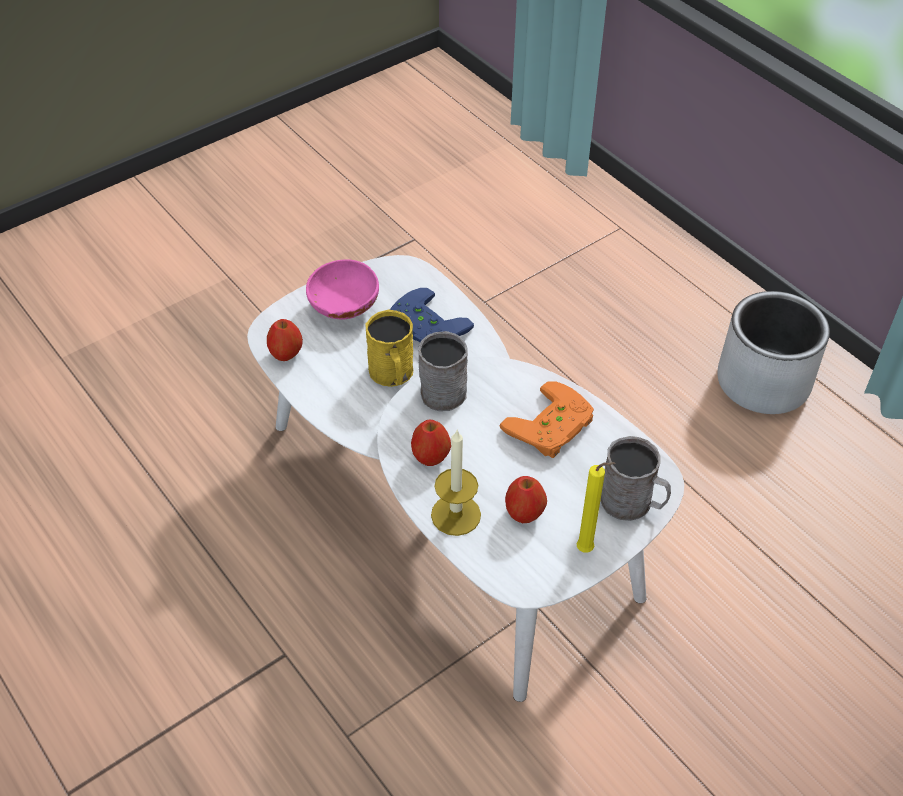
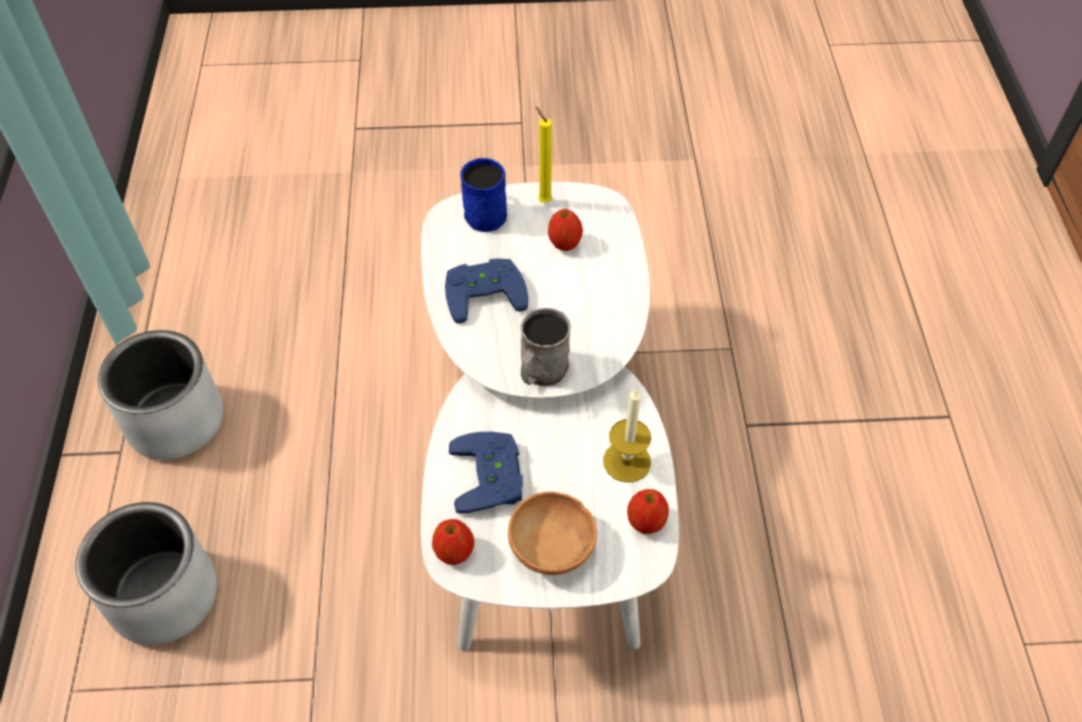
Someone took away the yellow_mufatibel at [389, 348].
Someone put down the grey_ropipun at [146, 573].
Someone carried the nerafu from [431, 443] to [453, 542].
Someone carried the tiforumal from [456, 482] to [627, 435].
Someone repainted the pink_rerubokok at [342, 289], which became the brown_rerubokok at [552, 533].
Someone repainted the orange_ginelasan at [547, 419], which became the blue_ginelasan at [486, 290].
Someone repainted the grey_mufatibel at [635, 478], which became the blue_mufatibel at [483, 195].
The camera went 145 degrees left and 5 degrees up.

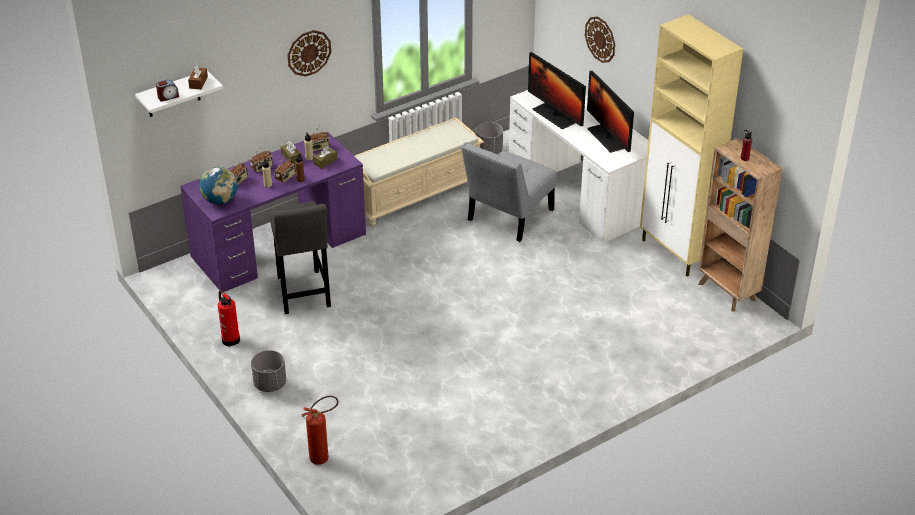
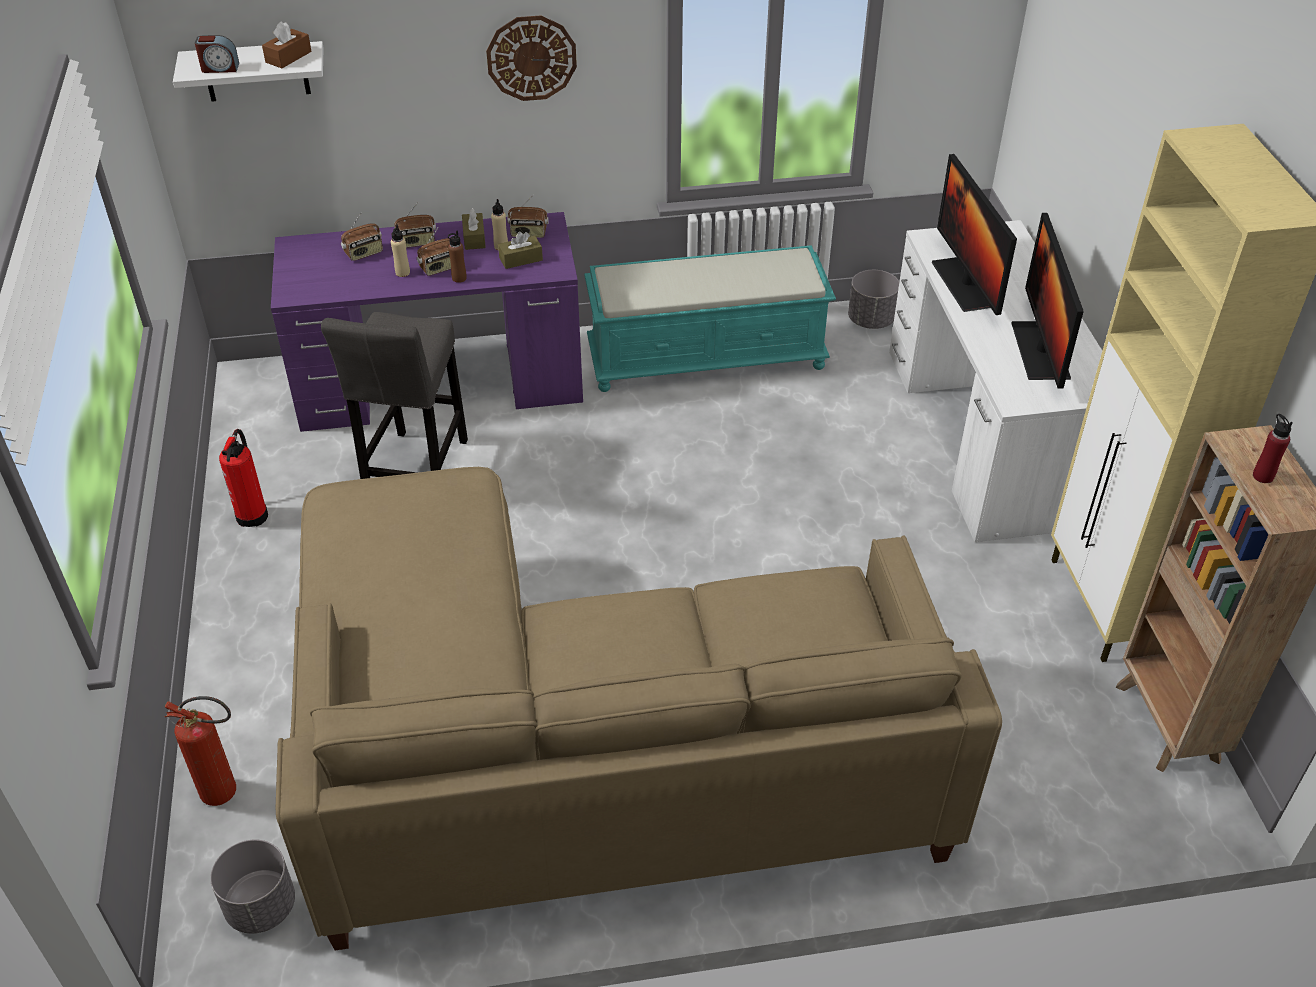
Someone took away the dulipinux at [218, 186].
Someone took away the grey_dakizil at [509, 192].
Someone took away the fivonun at [600, 39].
Someone put down the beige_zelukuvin at [639, 708].
Someone carried the grey_ropipun from [268, 371] to [252, 886].
Someone repainted the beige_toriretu at [419, 172], which became the turquoise_toriretu at [710, 318].
The camera went 25 degrees right and 5 degrees up.

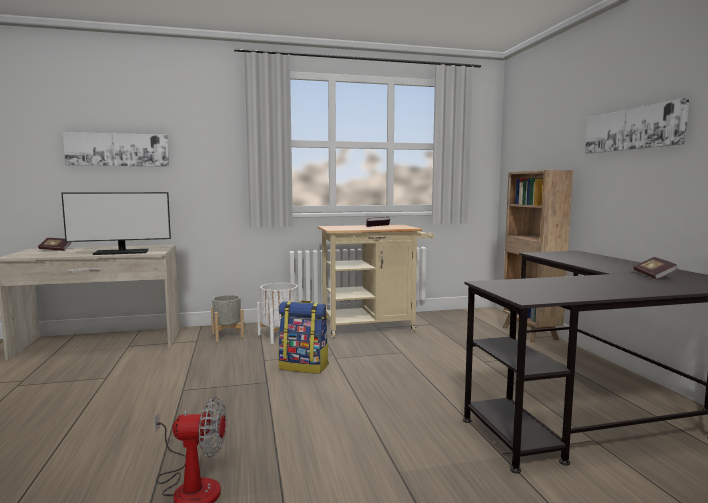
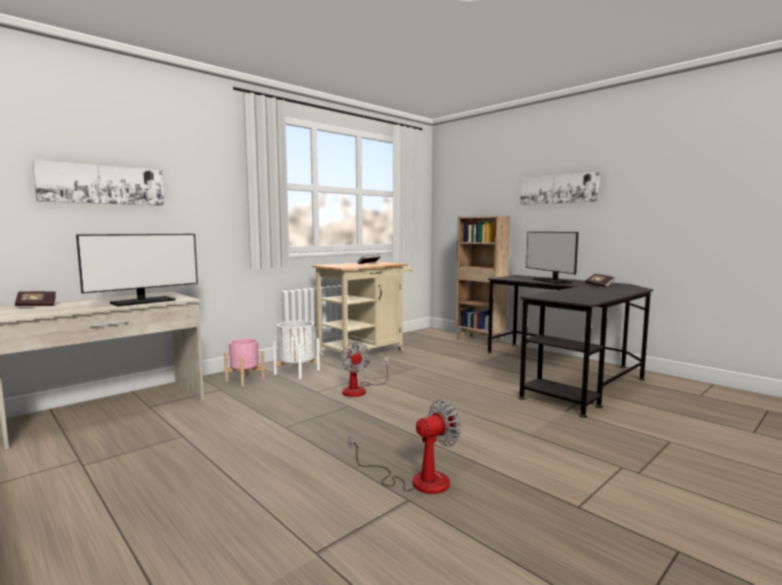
Someone put down the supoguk at [552, 258].
Someone swapped the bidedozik at [303, 336] for the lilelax at [364, 370].
Someone repainted the grey_ropipun at [227, 318], which became the pink_ropipun at [244, 362].
The camera went 30 degrees left and 0 degrees up.

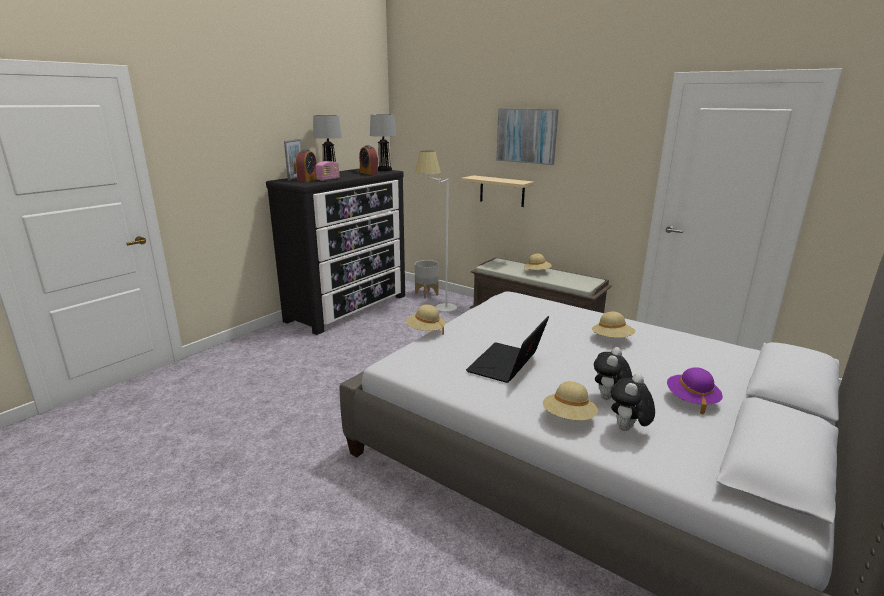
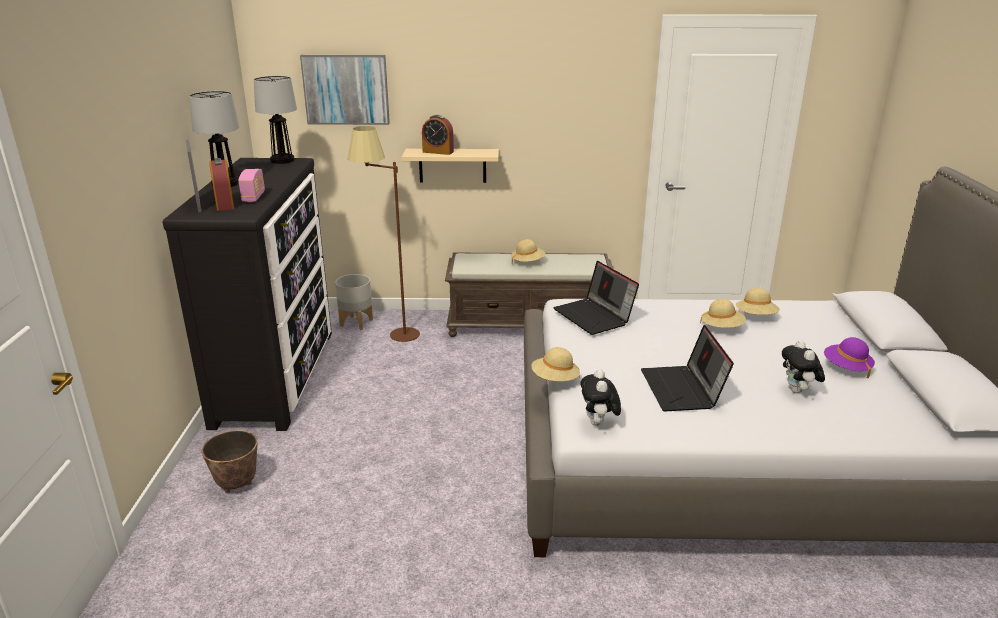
Someone put down the ropipun at [230, 461].
Someone put down the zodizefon at [596, 298].
Someone carried the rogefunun from [368, 160] to [438, 135].
Someone carried the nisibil from [527, 136] to [345, 90].
Someone carried the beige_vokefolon from [570, 401] to [758, 301].
Someone carried the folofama from [633, 402] to [600, 397].
Someone repainted the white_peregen at [436, 231], which became the brown_peregen at [383, 234].
The camera went 35 degrees left and 5 degrees up.

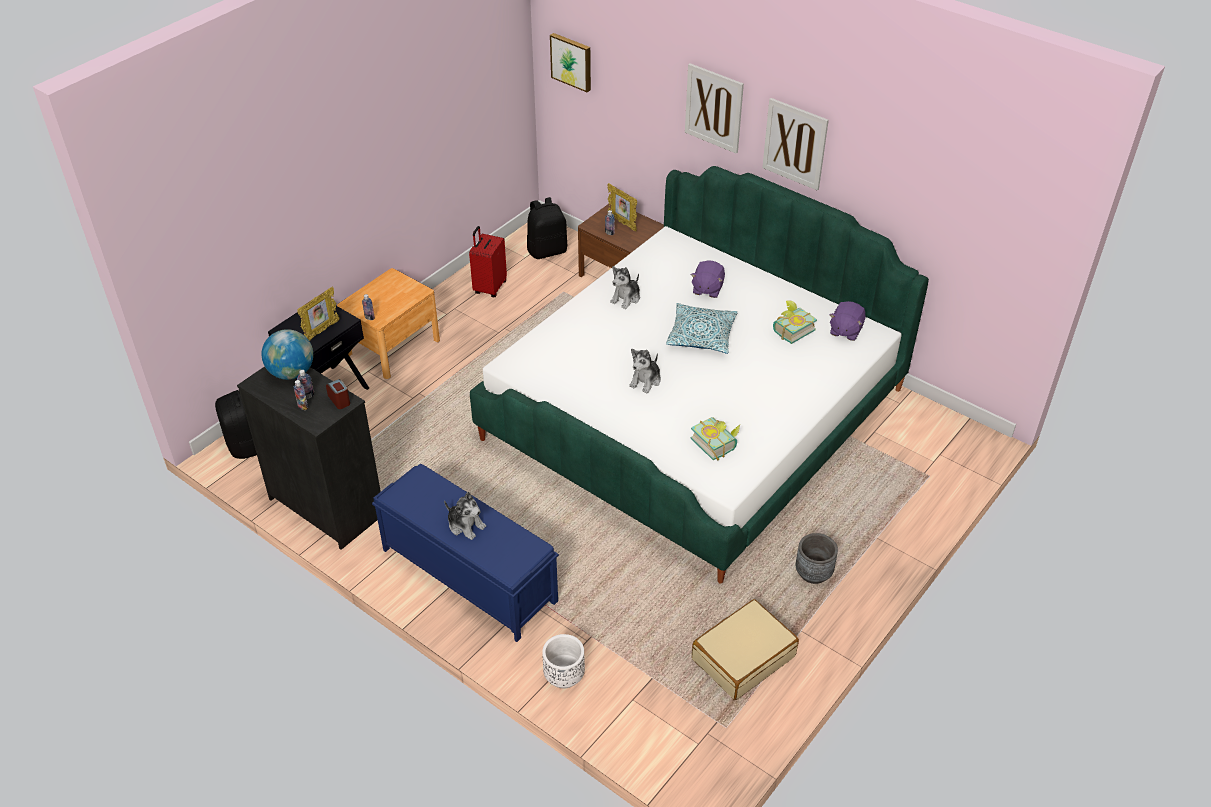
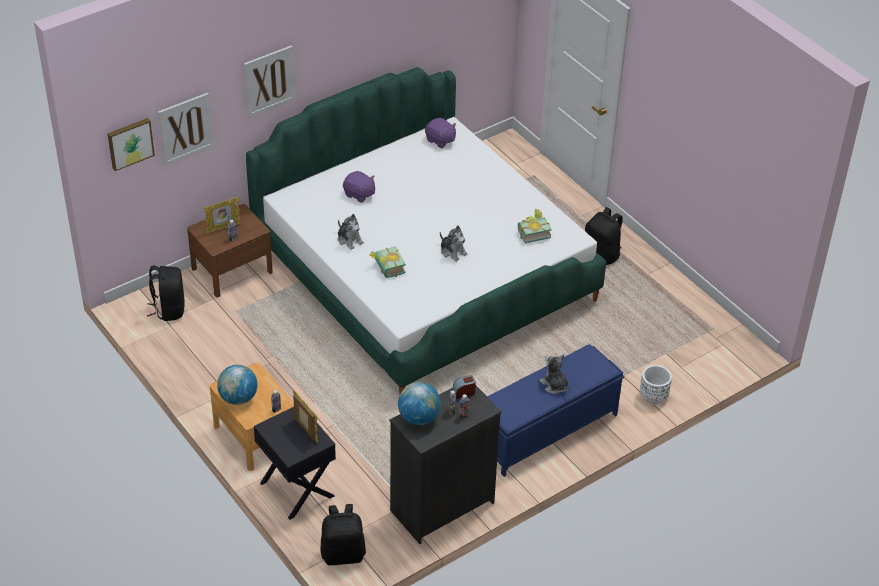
Someone took away the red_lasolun at [488, 261].
Someone took away the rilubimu at [701, 328].
Someone took away the beige_lasolun at [745, 649].
Someone put down the dulipinux at [237, 385].
Someone carried the nisibil from [795, 144] to [186, 129].
Someone carried the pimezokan from [795, 322] to [388, 262].
Someone swapped the grey_ropipun at [817, 558] for the black_bidedozik at [604, 236].
Someone rotated the folofama at [465, 516] by 90 degrees counterclockwise.
The camera went 75 degrees left and 0 degrees up.

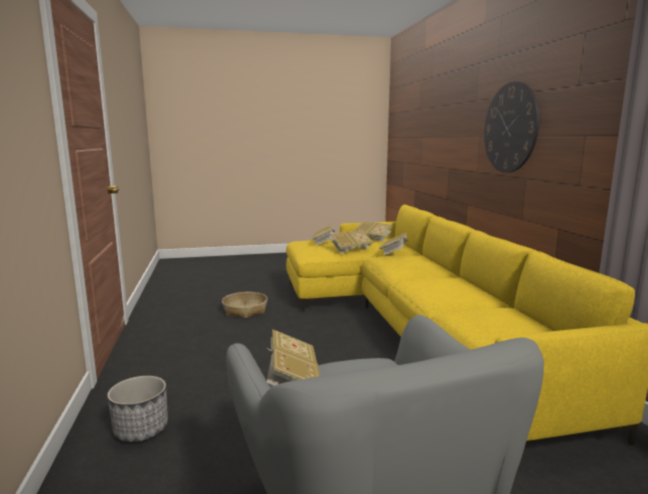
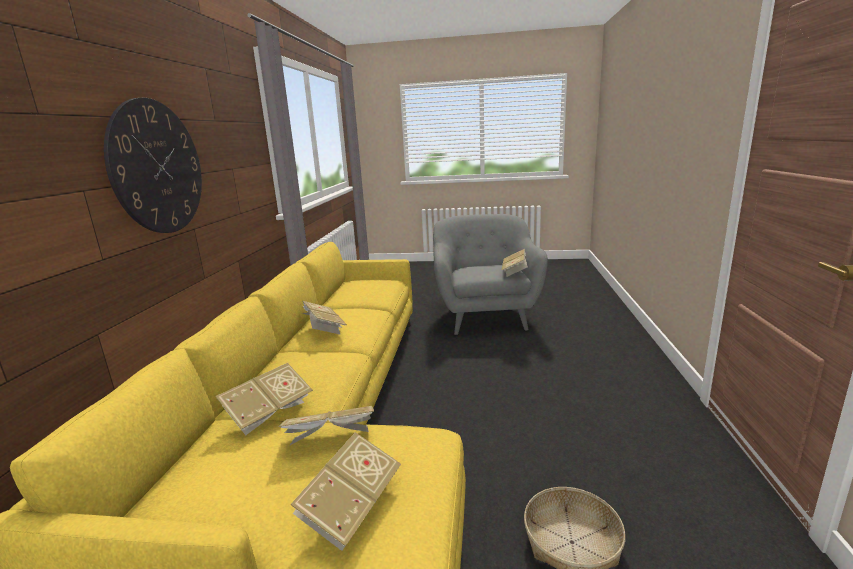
Someone took away the ropipun at [137, 409].
Someone carried the pimezokan from [373, 231] to [324, 318].
The camera went 160 degrees left and 5 degrees up.

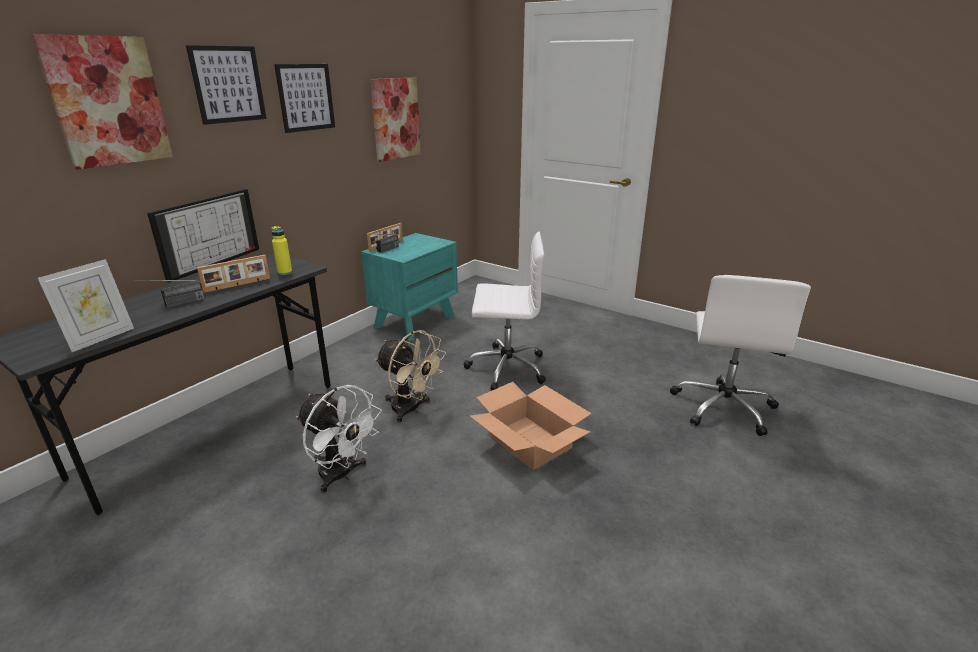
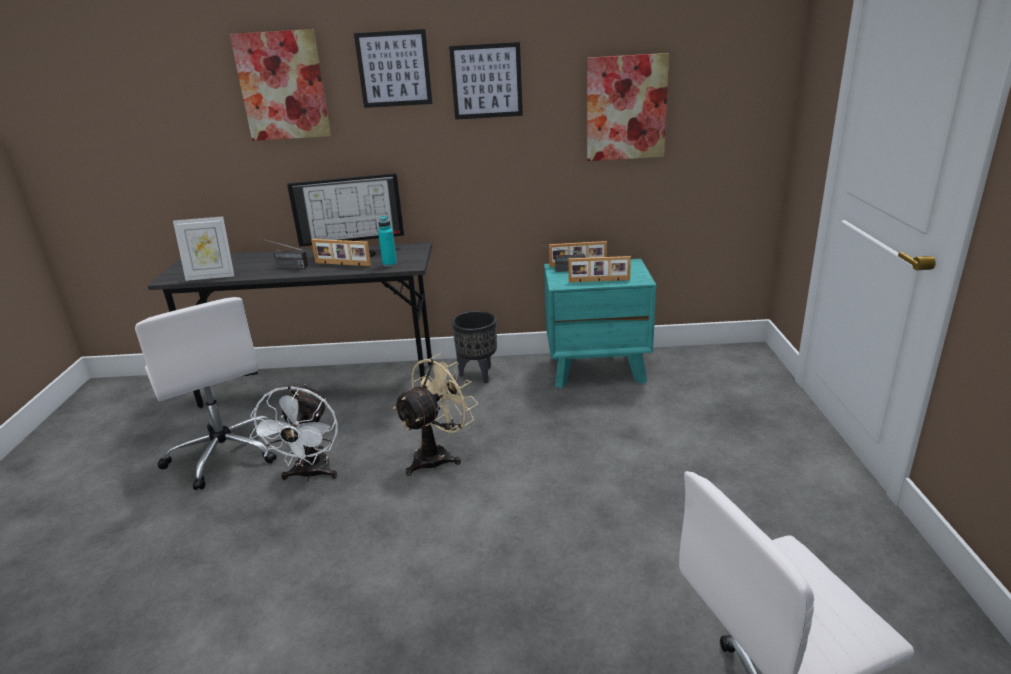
Someone took away the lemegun at [531, 426].
Someone put down the black_ropipun at [474, 347].
Someone put down the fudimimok at [599, 269].
Someone carried the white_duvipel from [505, 311] to [206, 393].
Someone repainted the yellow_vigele at [281, 250], which became the turquoise_vigele at [387, 241].
Someone rotated the beige_lilelax at [410, 376] by 135 degrees counterclockwise.
The camera went 55 degrees right and 0 degrees up.

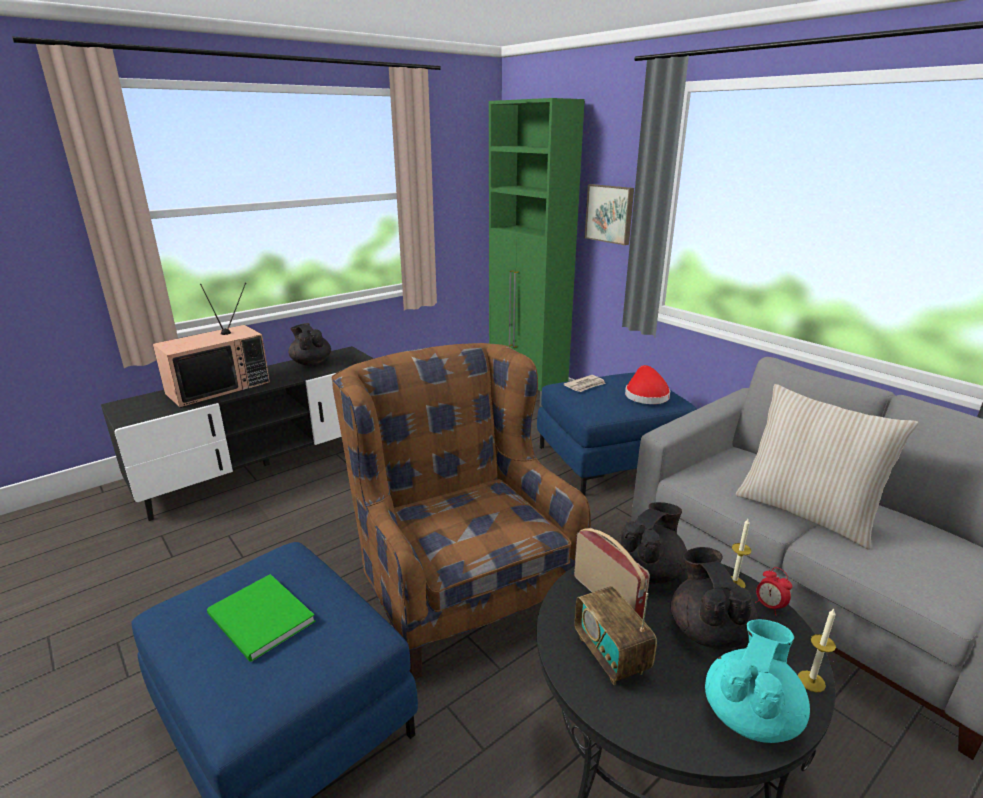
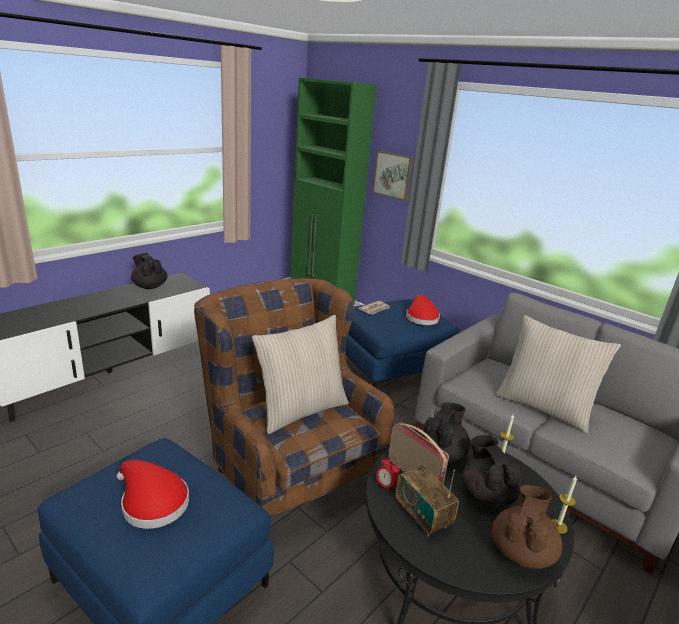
Someone took away the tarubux at [211, 345].
Someone put down the beige_rilubimu at [300, 374].
Someone carried the rogefunun from [773, 591] to [388, 475].
Someone swapped the green_pimezokan at [261, 618] for the red_vokefolon at [152, 494].
Someone repainted the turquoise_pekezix at [757, 681], which became the brown_pekezix at [527, 527].
The camera went 10 degrees left and 0 degrees up.

